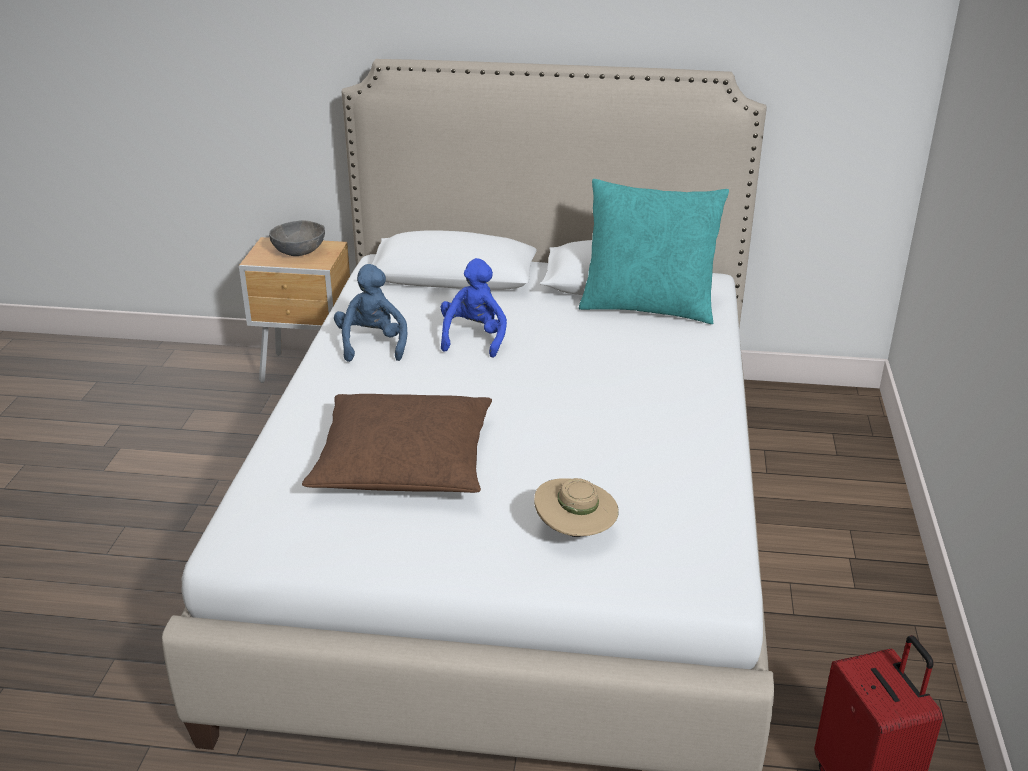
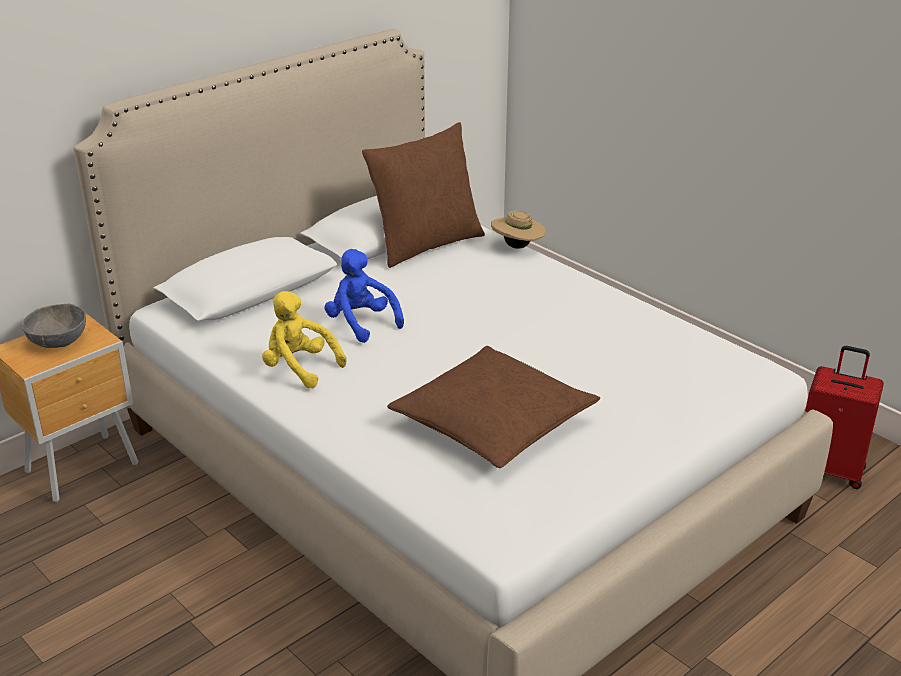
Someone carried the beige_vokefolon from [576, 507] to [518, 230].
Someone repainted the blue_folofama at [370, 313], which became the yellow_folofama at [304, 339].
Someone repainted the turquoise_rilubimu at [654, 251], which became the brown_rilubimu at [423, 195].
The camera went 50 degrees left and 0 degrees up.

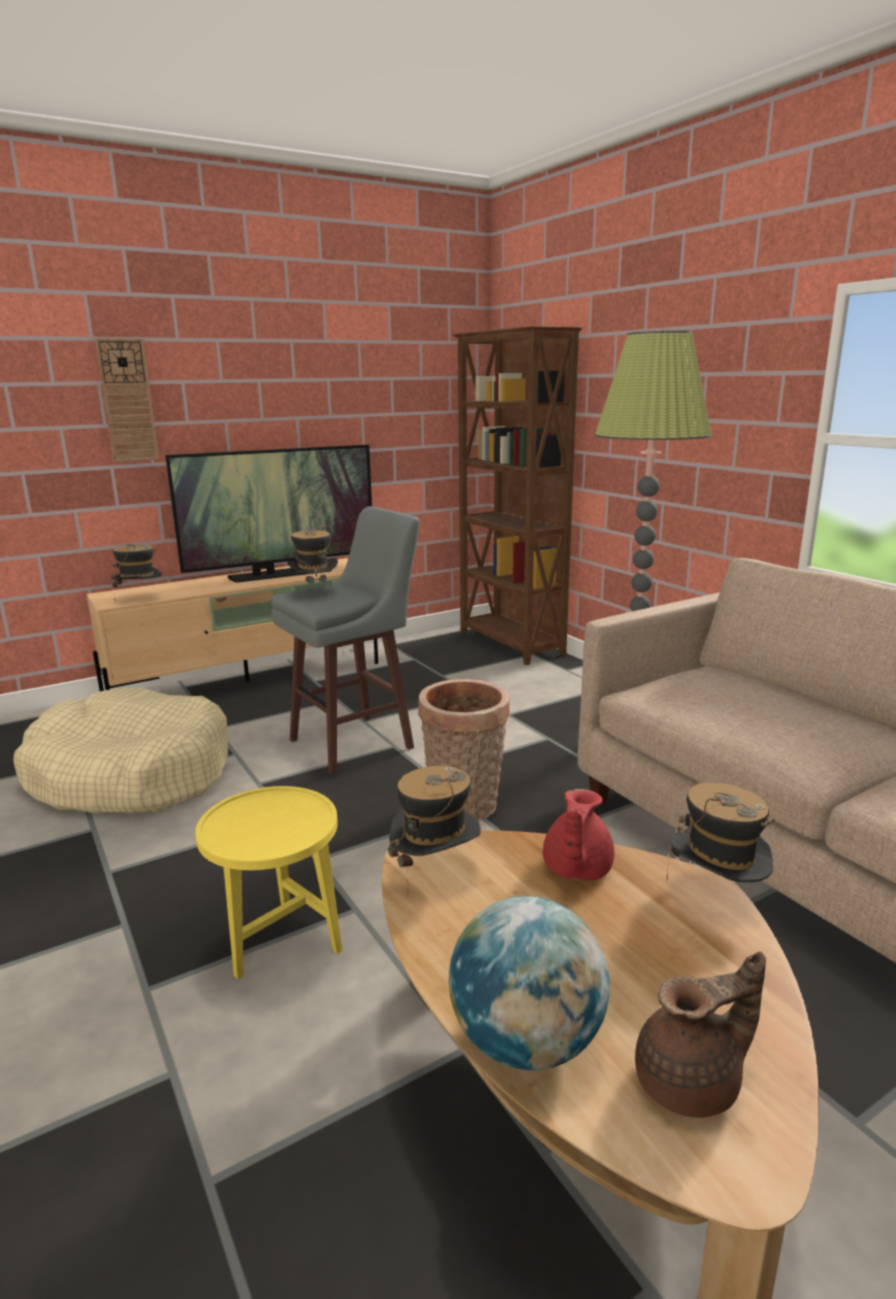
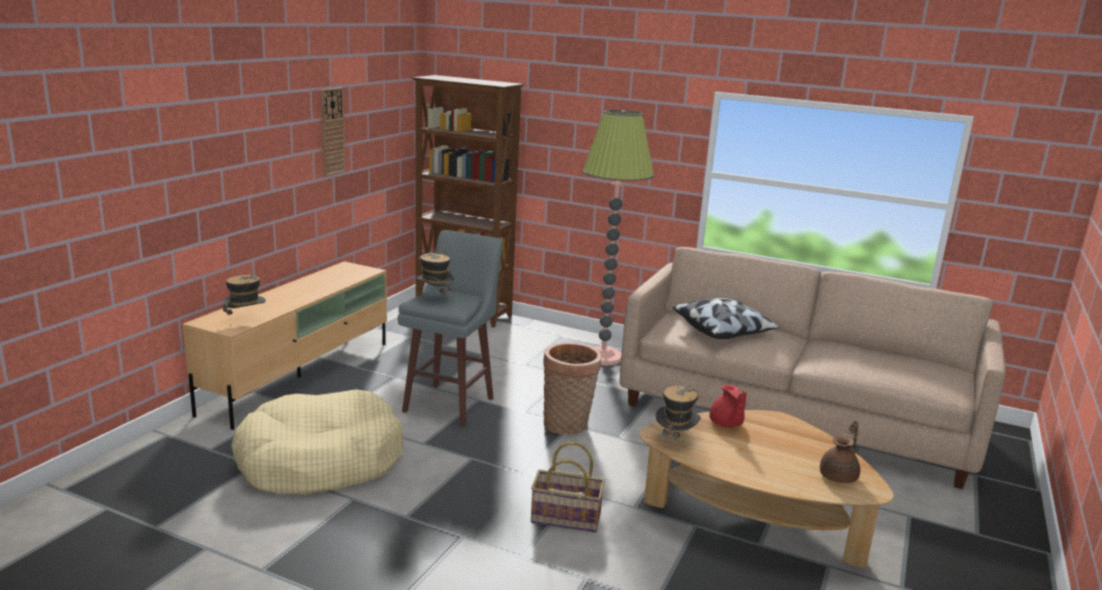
Someone took away the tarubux at [268, 513].
Someone took away the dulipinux at [529, 983].
Someone took away the vokefolon at [721, 832].
Someone put down the rilubimu at [726, 318].
Someone carried the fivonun from [127, 400] to [333, 132].
Someone swapped the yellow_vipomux at [268, 882] for the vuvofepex at [568, 487].
The camera went 35 degrees left and 0 degrees up.

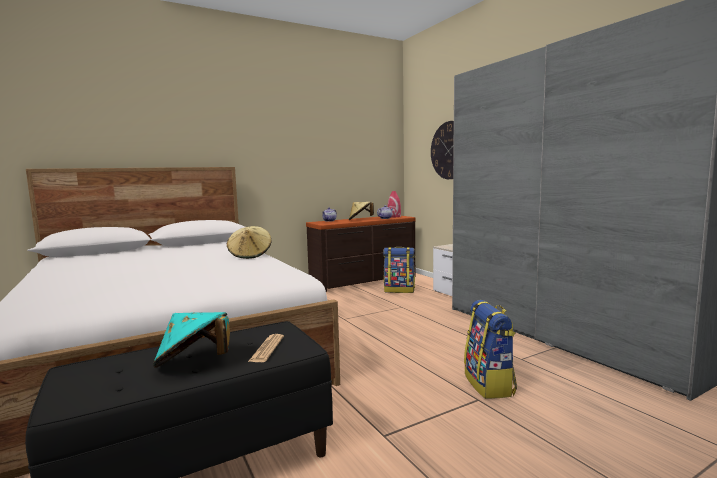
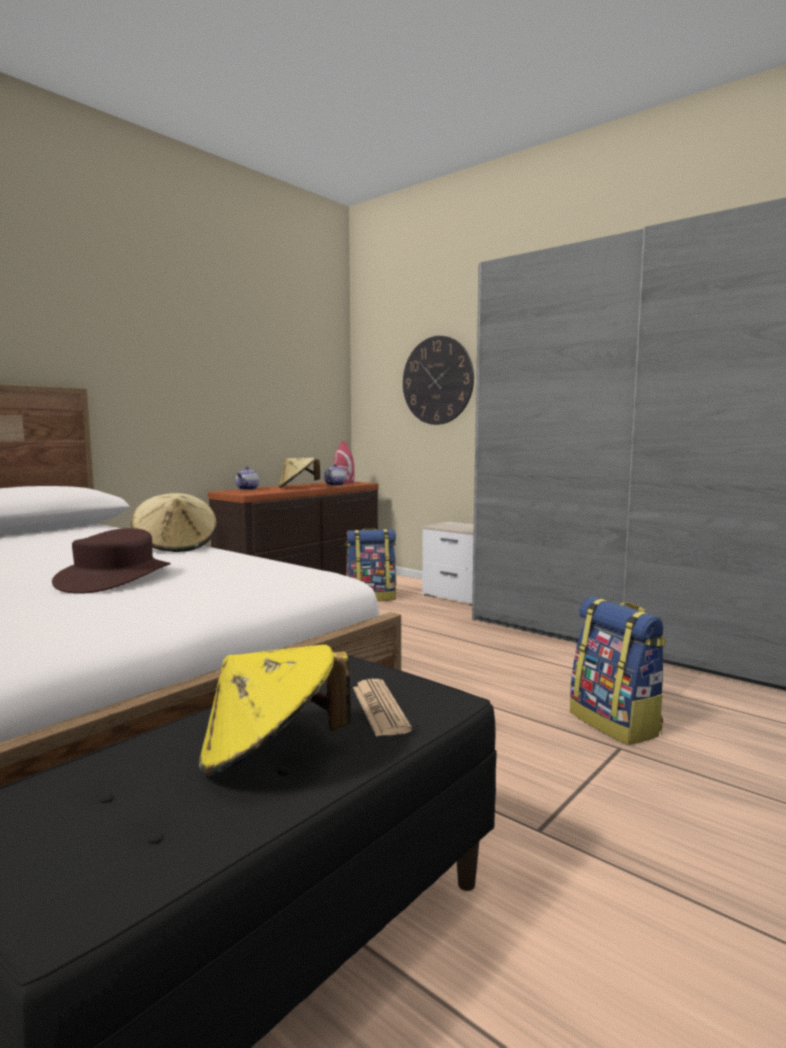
Someone put down the brown_vokefolon at [111, 561].
Someone repainted the turquoise_vokefolon at [191, 340], which became the yellow_vokefolon at [275, 710].
The camera went 20 degrees left and 0 degrees up.

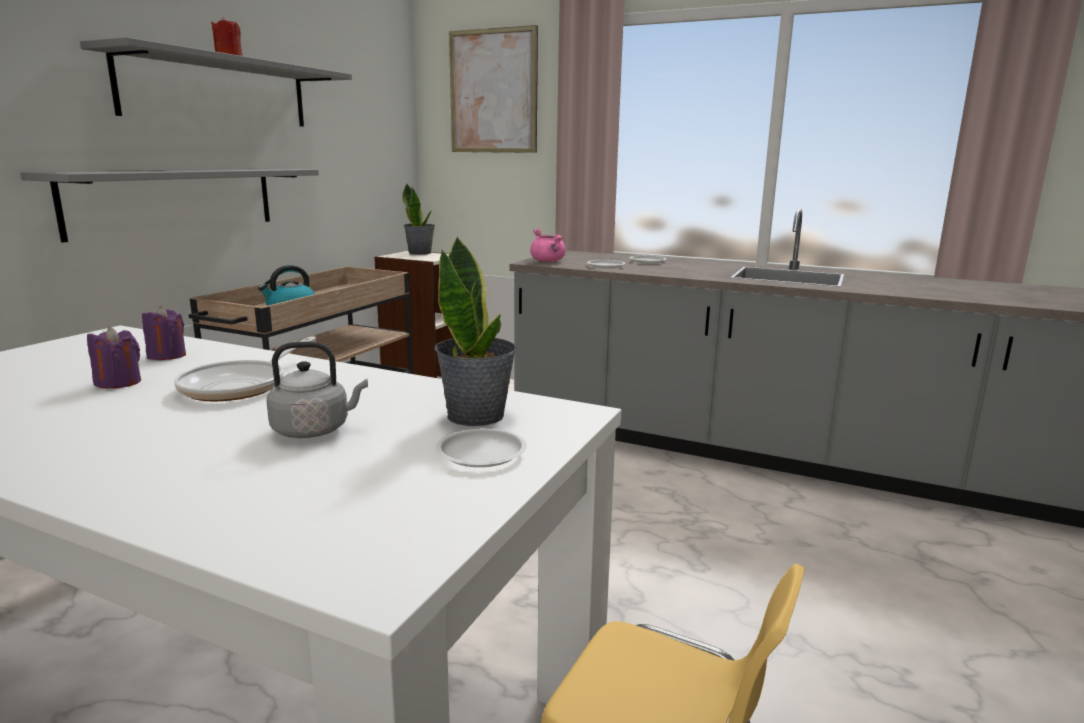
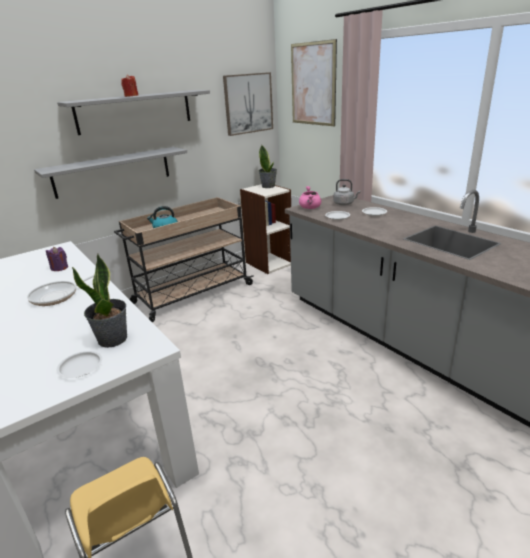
Someone took away the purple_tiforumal at [114, 358].
Someone put up the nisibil at [248, 104].
Someone carried the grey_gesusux from [317, 389] to [346, 192].
The camera went 30 degrees right and 10 degrees up.

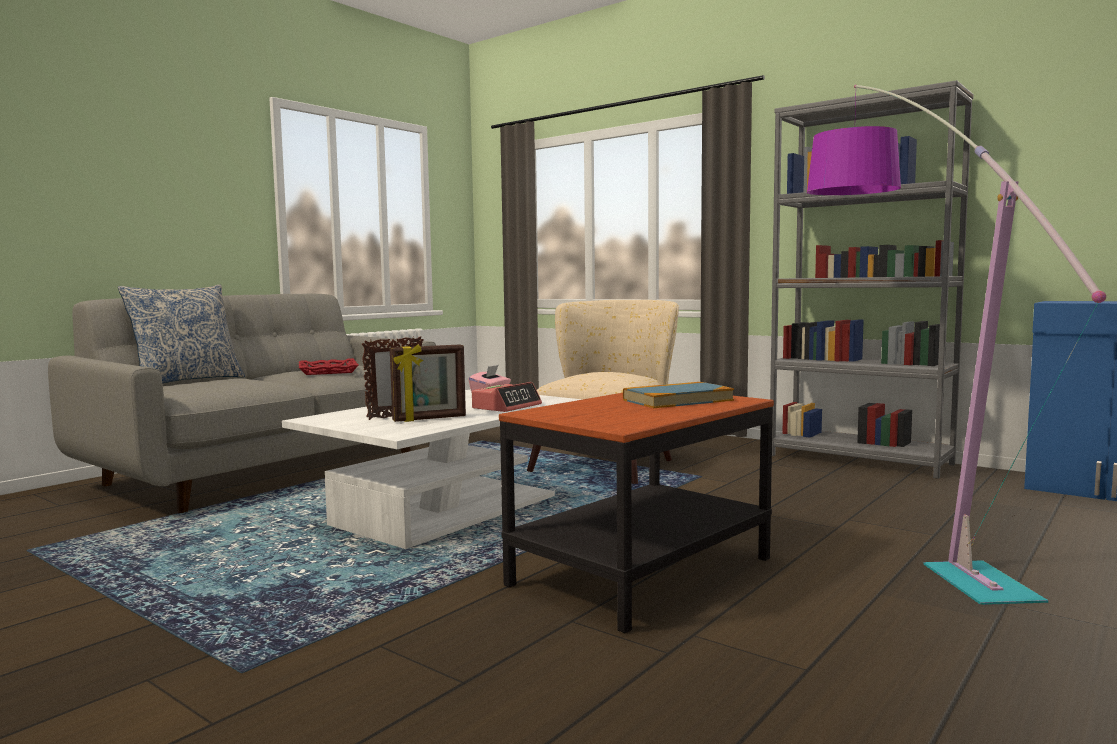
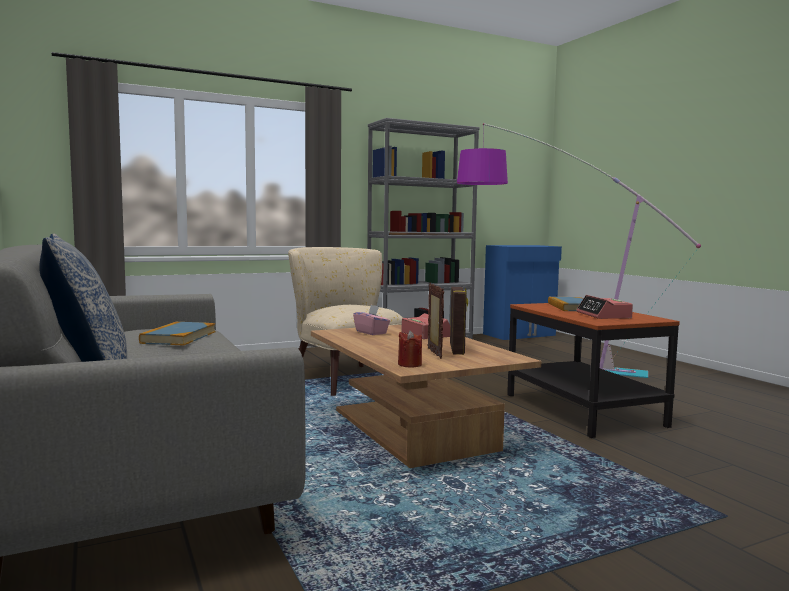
Someone put down the red_tiforumal at [410, 349].
Someone put down the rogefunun at [604, 307].
Someone swapped the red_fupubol at [329, 366] for the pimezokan at [177, 333].
Someone repainted the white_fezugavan at [432, 469], which became the brown_fezugavan at [426, 396].
The camera went 65 degrees left and 0 degrees up.

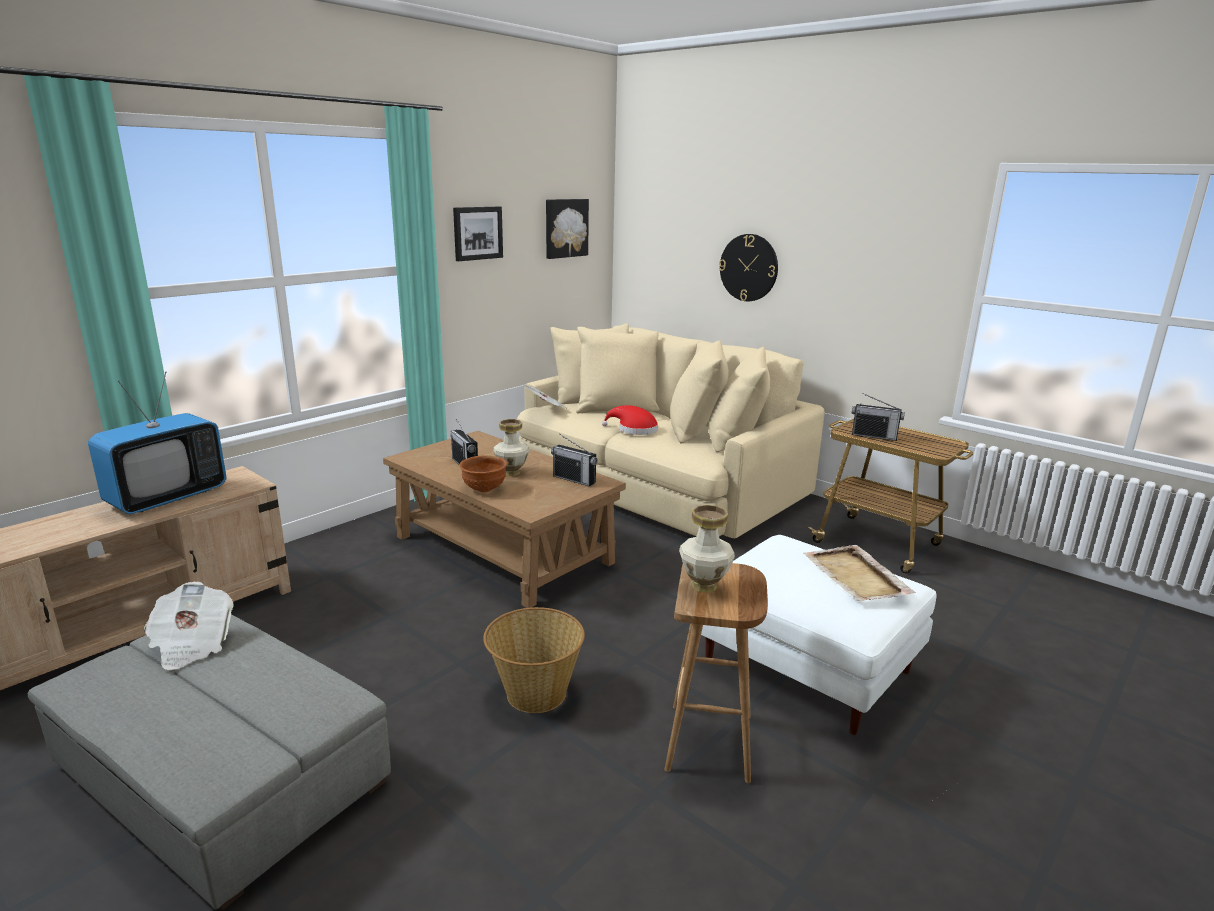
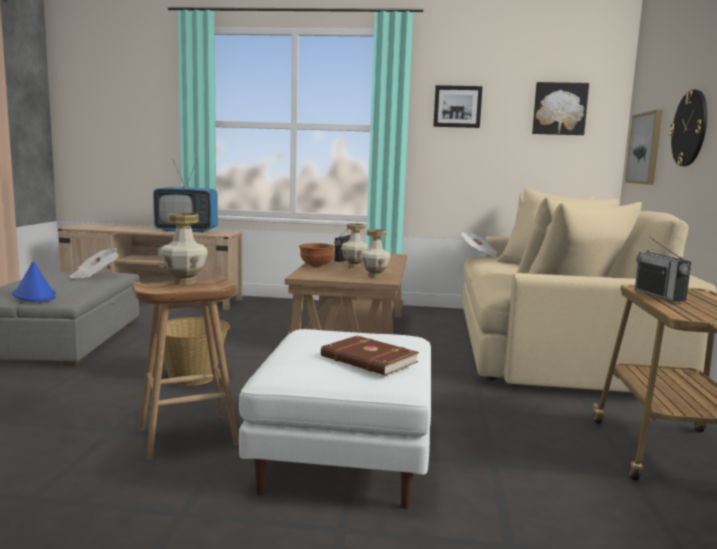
Someone took away the red_vokefolon at [630, 420].
Someone put down the blue_vokefolon at [34, 281].
Someone put up the nisibil at [644, 147].
Someone swapped the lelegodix at [574, 460] for the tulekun at [376, 253].
Someone swapped the beige_fupubol at [859, 573] for the brown_pimezokan at [370, 355].
The camera went 55 degrees right and 10 degrees down.

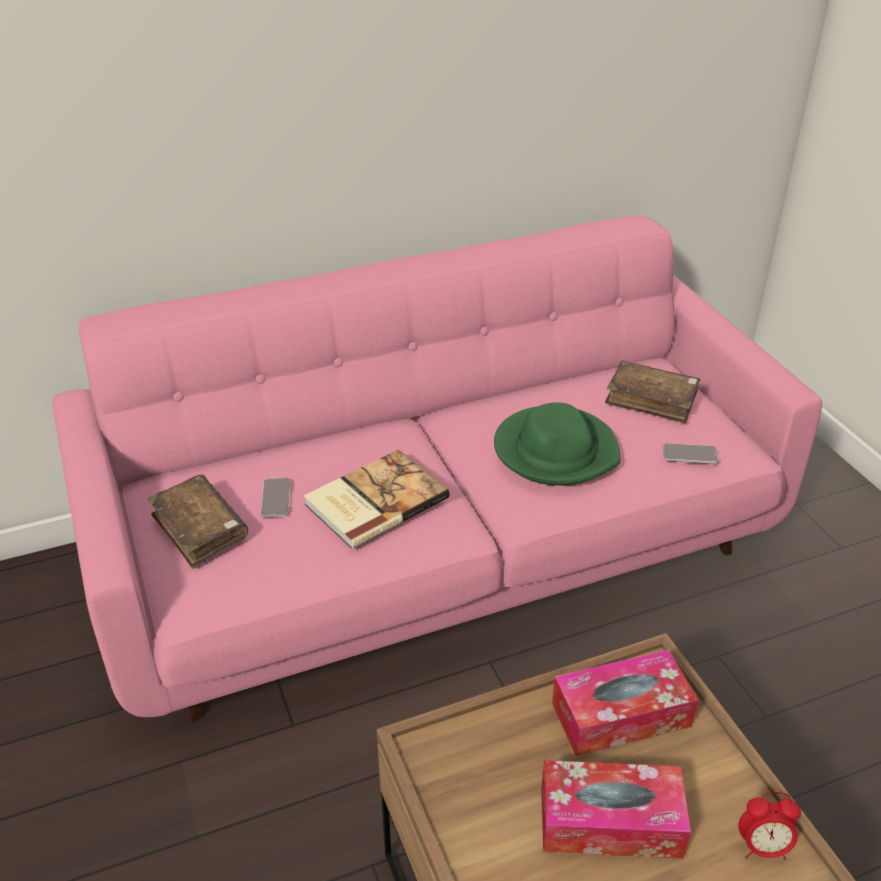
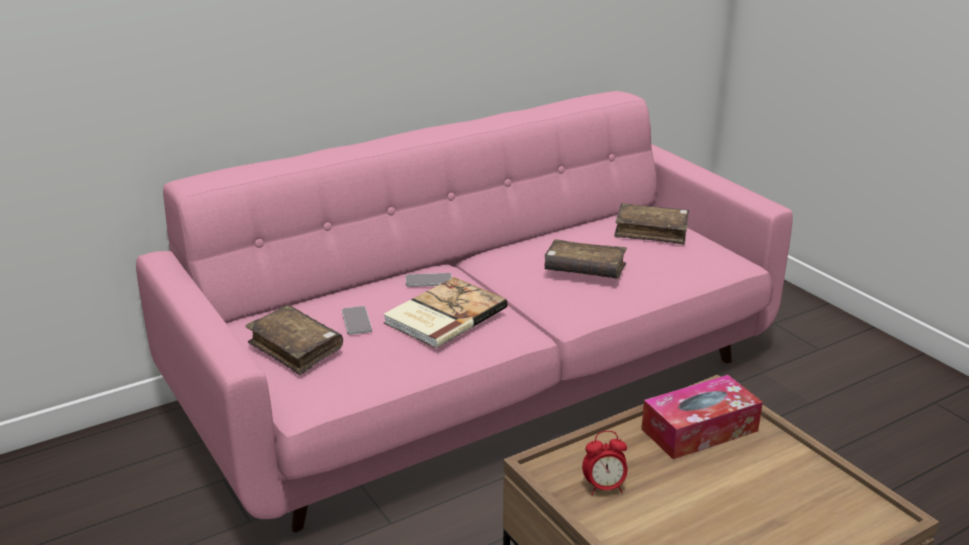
Someone took away the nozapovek at [616, 809].
Someone carried the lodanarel from [691, 453] to [429, 280].
Someone carried the rogefunun from [769, 826] to [605, 463].
Someone swapped the green_vokefolon at [557, 444] for the brown_pimezokan at [586, 259].
The camera went 10 degrees left and 10 degrees down.

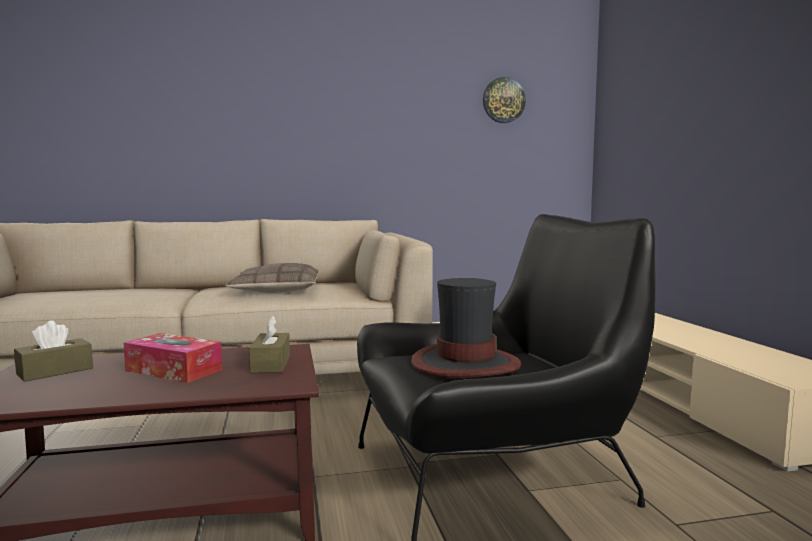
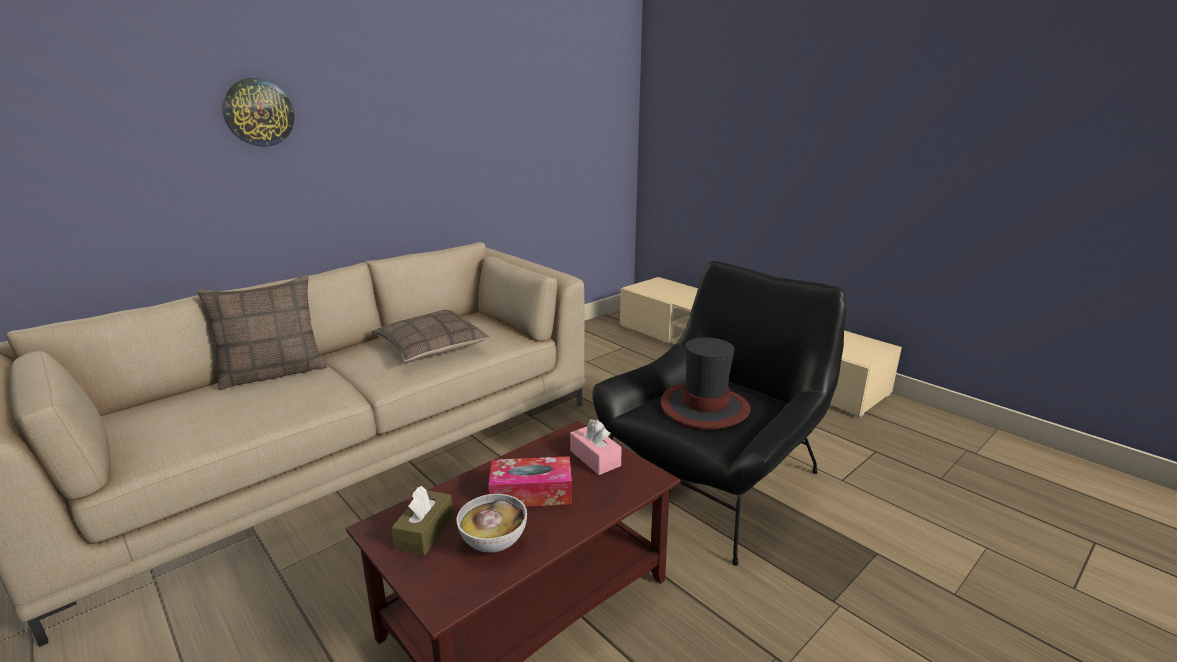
Someone put down the rilubimu at [262, 332].
Someone put down the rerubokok at [492, 523].
Someone carried the fivonun from [504, 100] to [258, 112].
Someone repainted the brown_nozapovek at [269, 344], which became the pink_nozapovek at [596, 447].
The camera went 30 degrees left and 15 degrees up.

